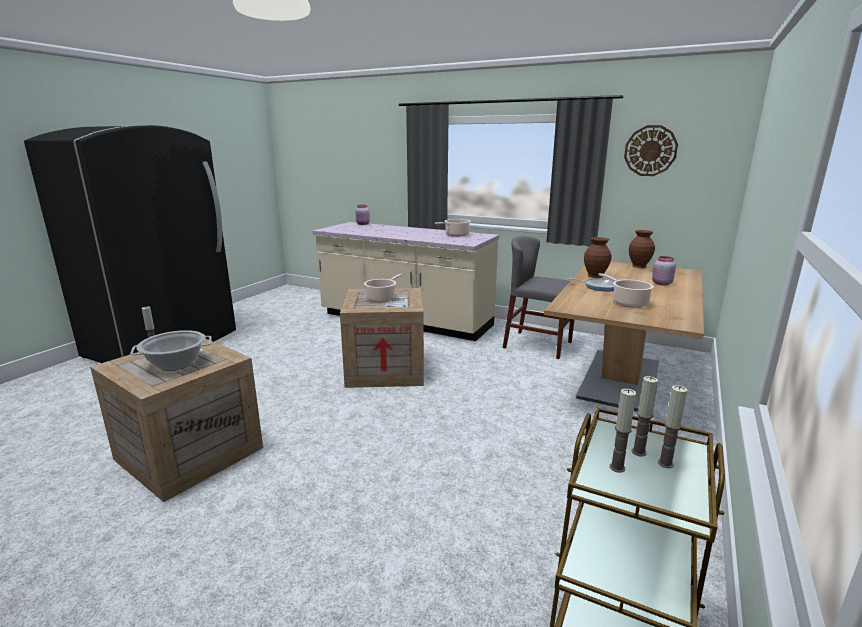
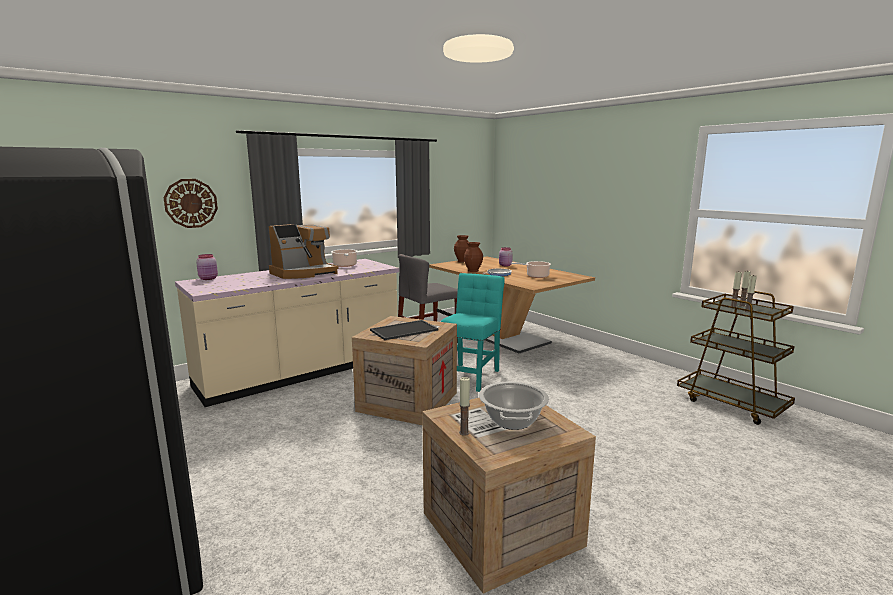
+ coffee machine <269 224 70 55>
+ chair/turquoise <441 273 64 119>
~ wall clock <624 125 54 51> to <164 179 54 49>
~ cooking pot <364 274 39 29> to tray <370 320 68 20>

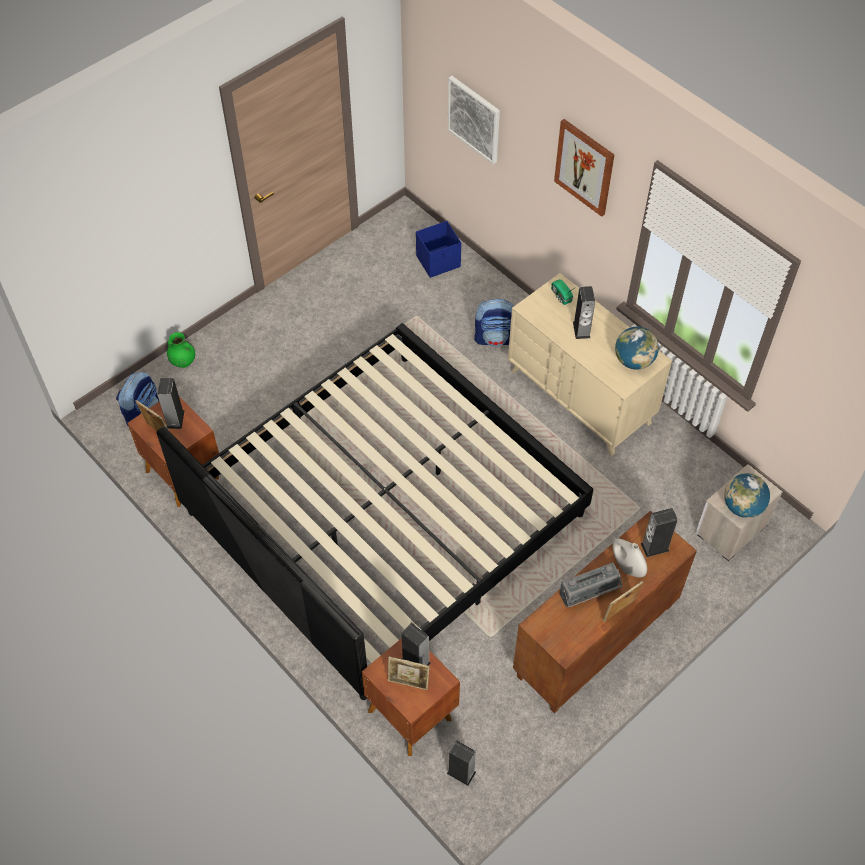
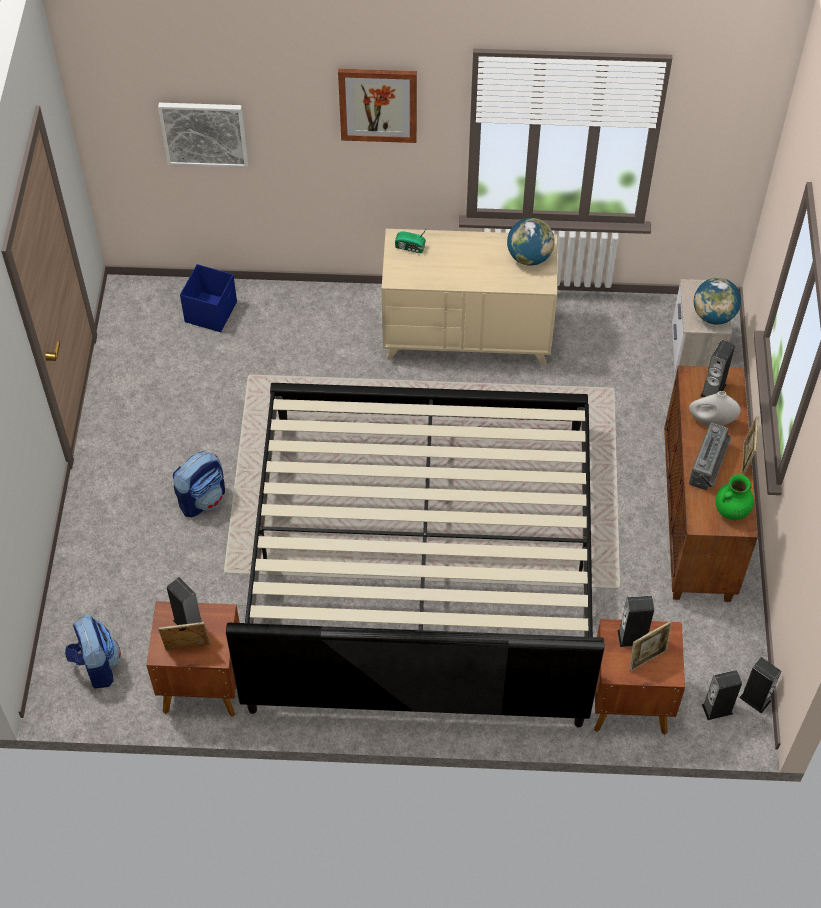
~ vase/green <167 332 28 36> to <715 474 39 46>
~ backpack <474 299 40 48> to <173 452 52 65>
~ speaker <573 286 22 53> to <739 657 42 57>

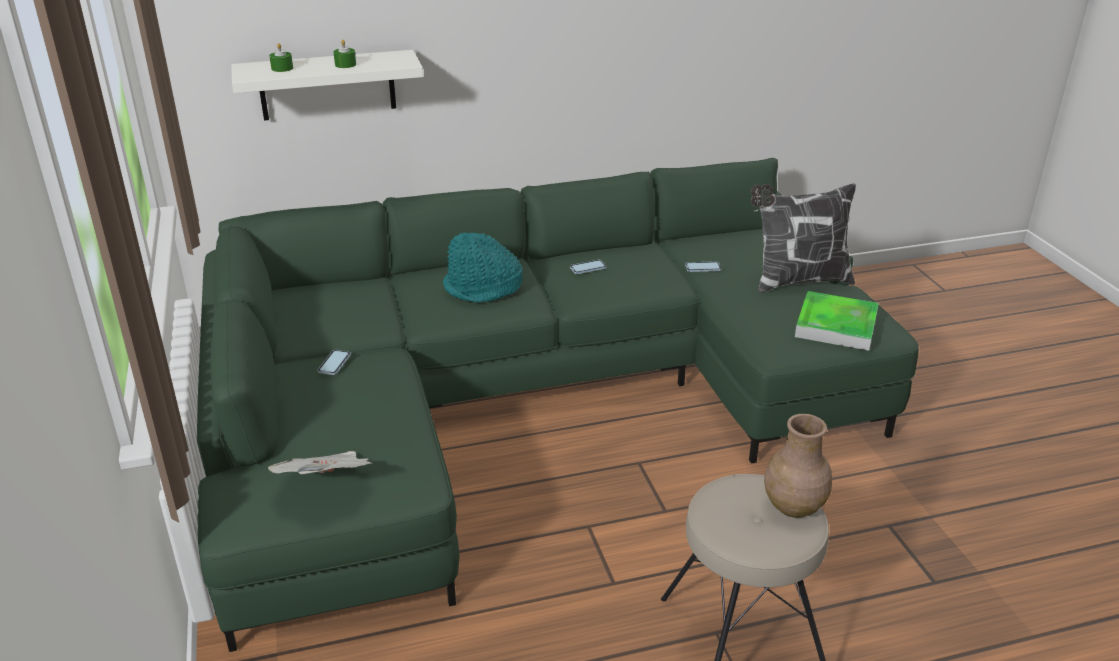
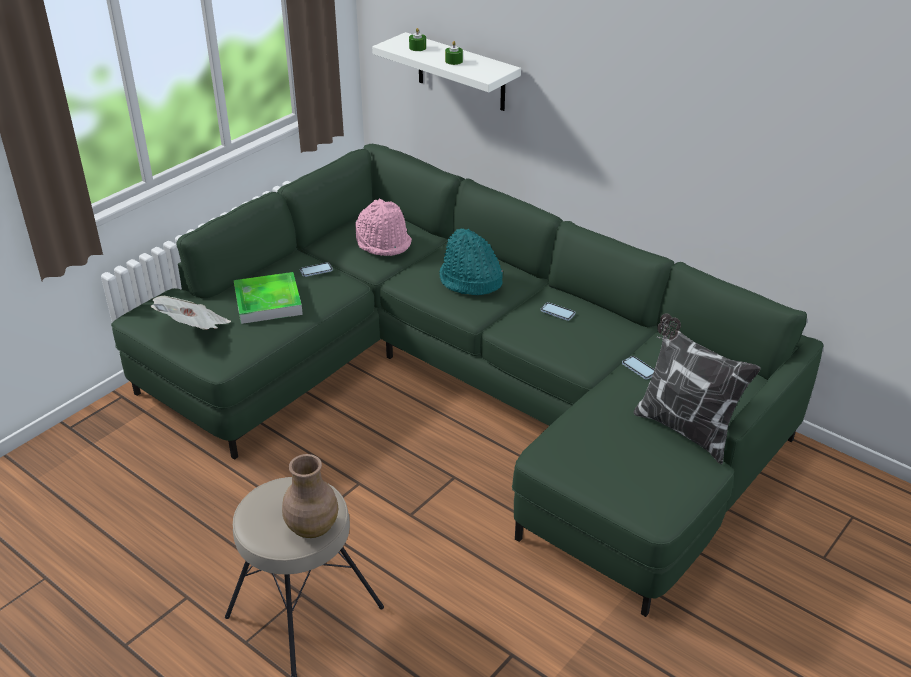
+ hat/pink <355 199 57 57>
~ tray <795 291 84 60> to <234 272 69 52>

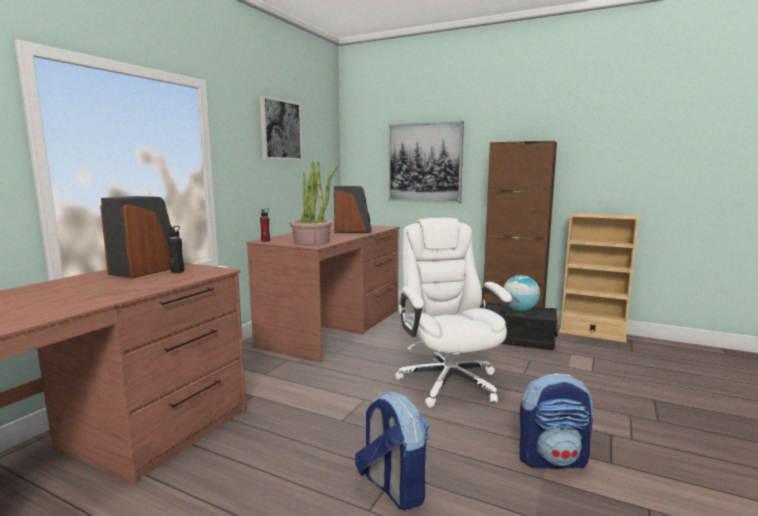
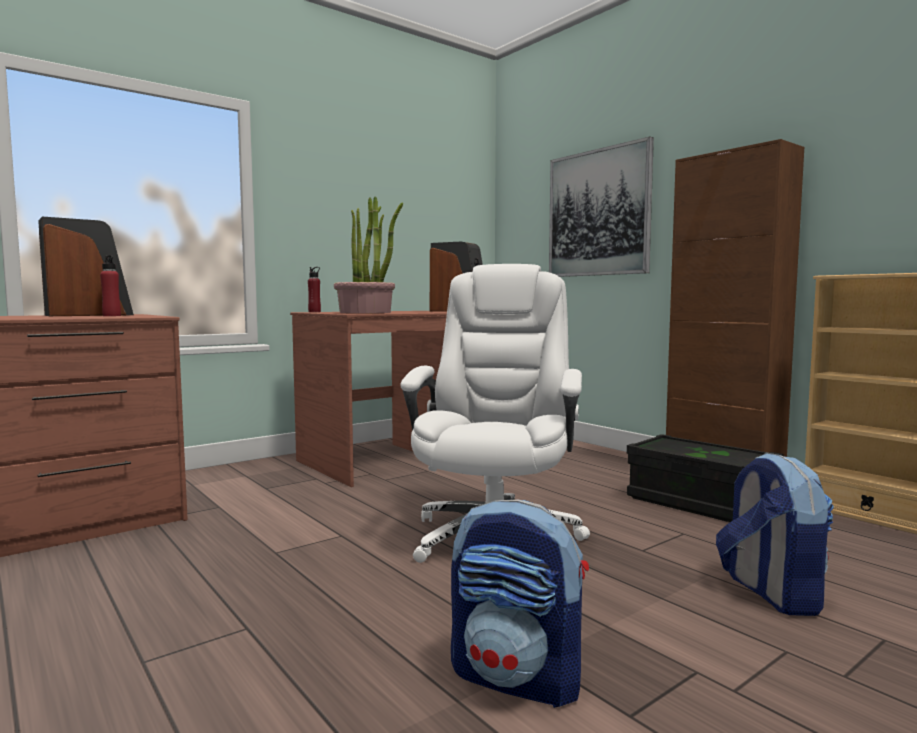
- picture <260 95 42 65>
- globe <503 275 37 36>
~ backpack <355 392 74 118> to <716 452 118 164>
~ bottle/black <168 226 16 47> to bottle/red <100 255 21 61>

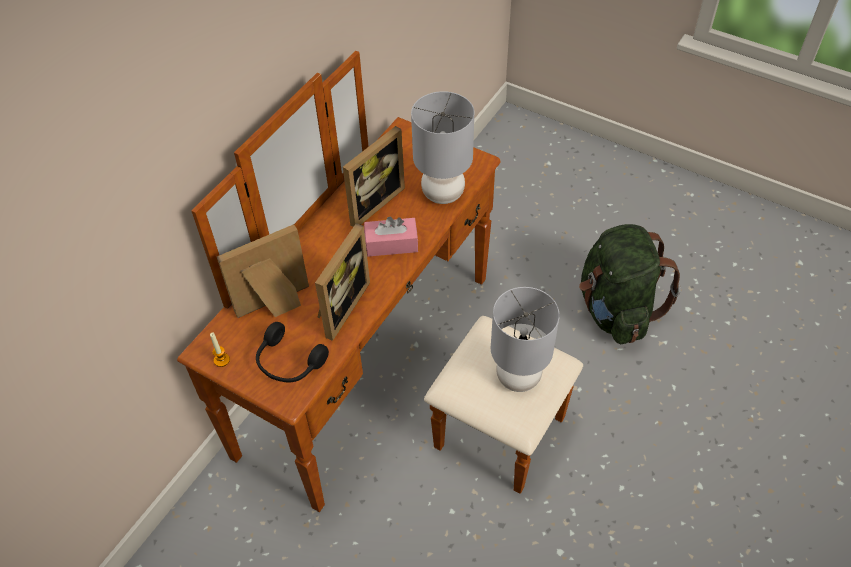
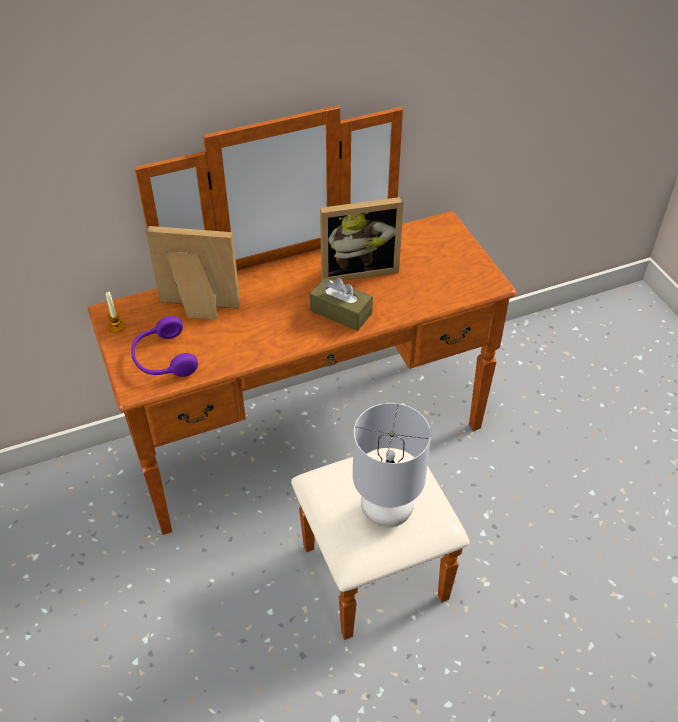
- picture frame <315 223 55 118>
- table lamp/grey <411 91 63 113>
- backpack/green <579 224 102 120>
~ headphones/black <256 322 73 60> to headphones/purple <131 316 67 61>
~ tissue box/pink <364 216 54 41> to tissue box/brown <310 277 63 54>

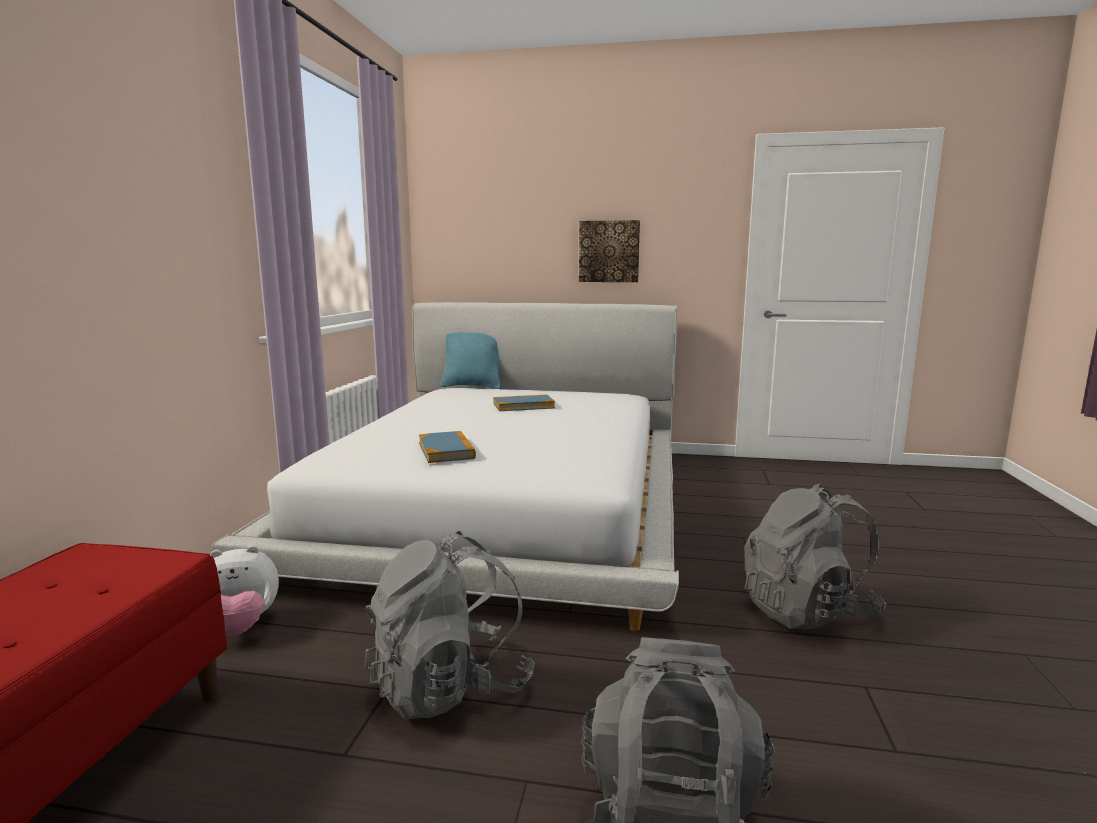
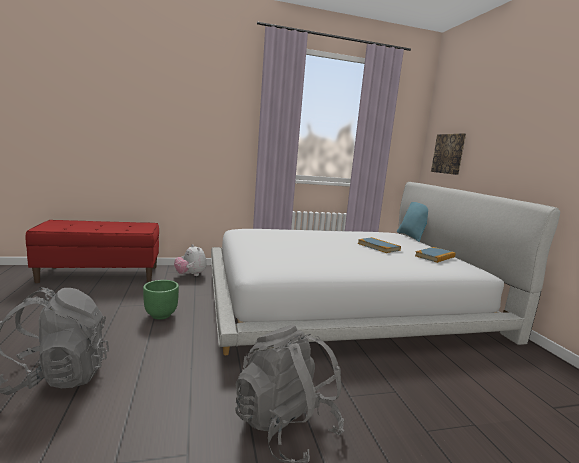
~ book <419 431 57 32> to <415 247 41 16>
~ picture <579 220 61 62> to <431 133 35 42>
~ backpack/grey <365 531 170 188> to planter/green <143 280 36 40>

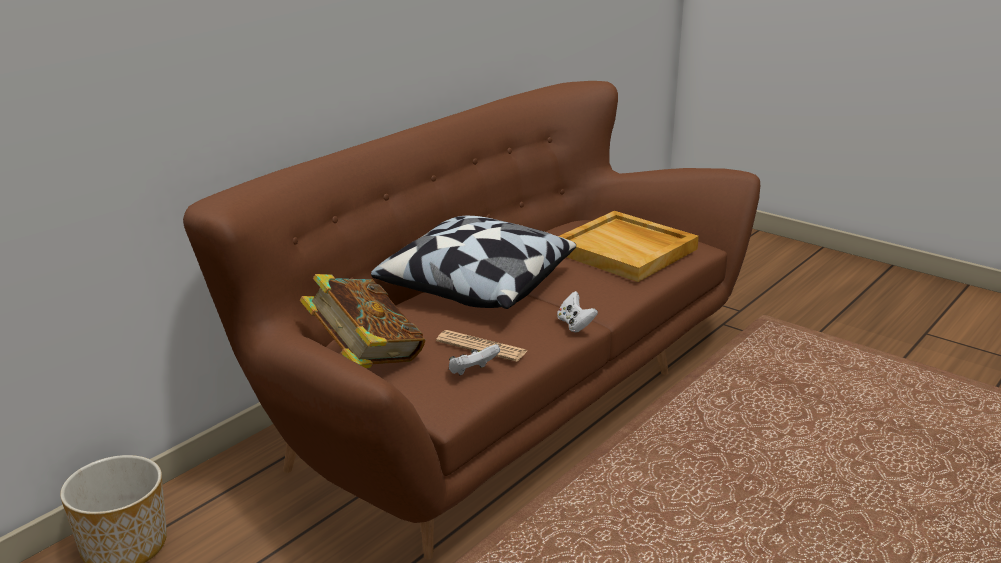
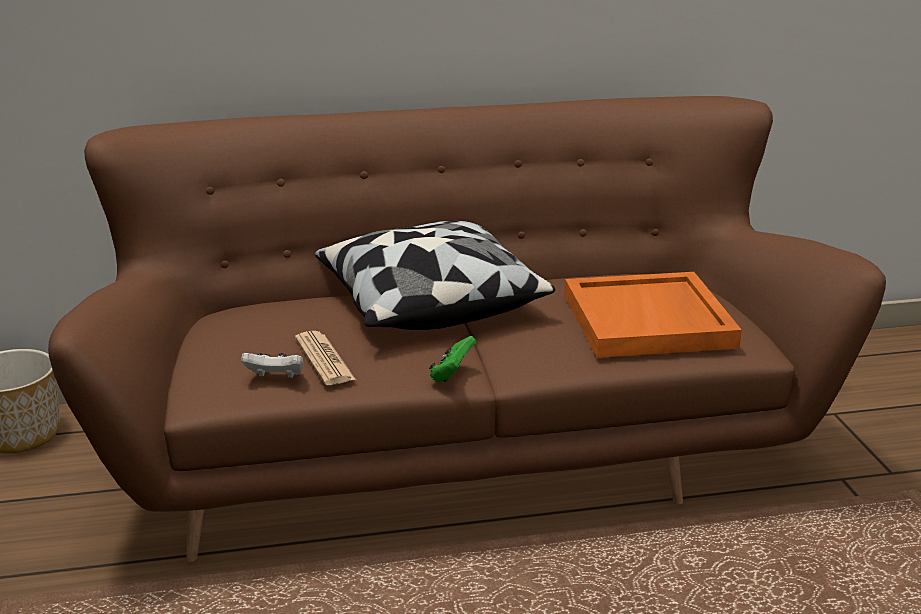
- book <300 274 125 94>
~ game controller/white <557 291 41 42> to game controller/green <429 336 47 46>
~ tray/beige <558 211 141 71> to tray/orange <564 272 178 86>

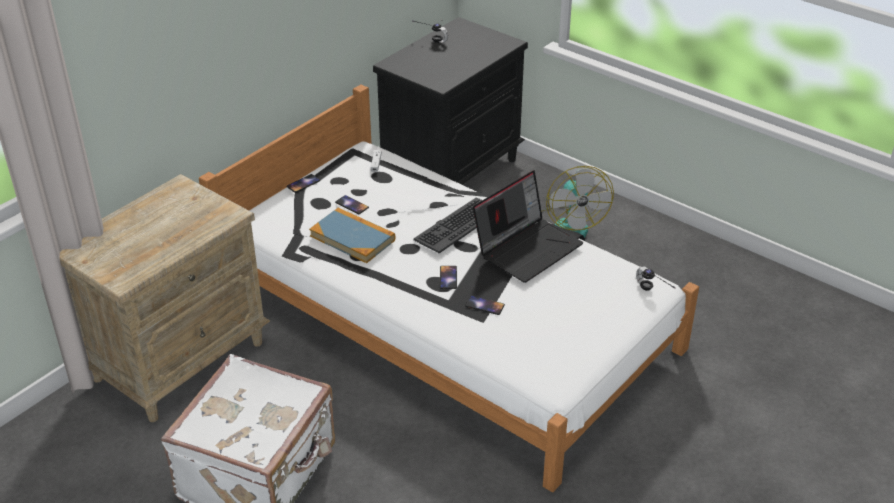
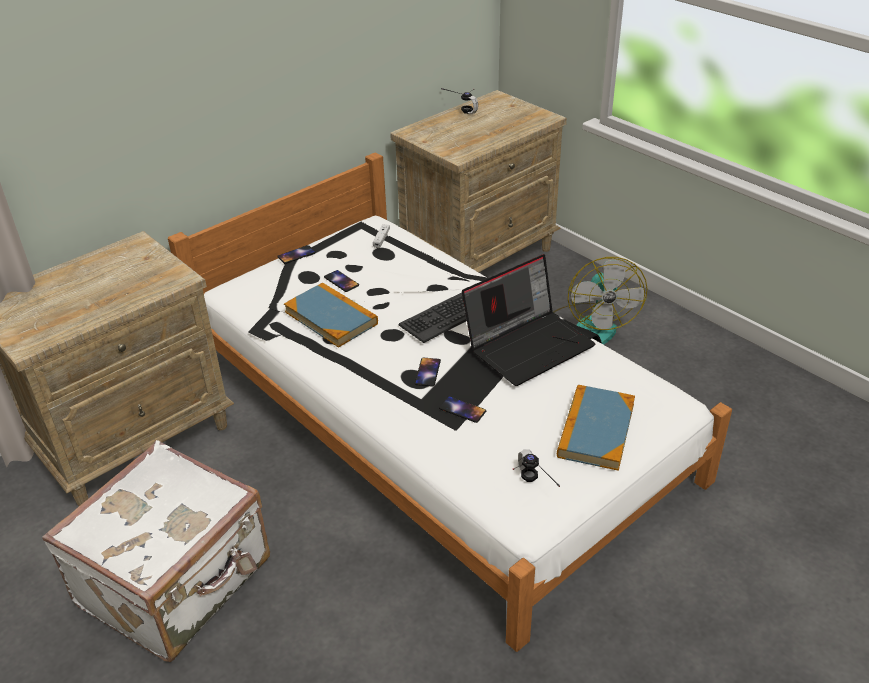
+ book <557 385 78 86>
~ headphones <636 267 40 24> to <512 449 48 38>
~ nightstand/black <373 17 155 168> to nightstand/beige <390 90 177 182>

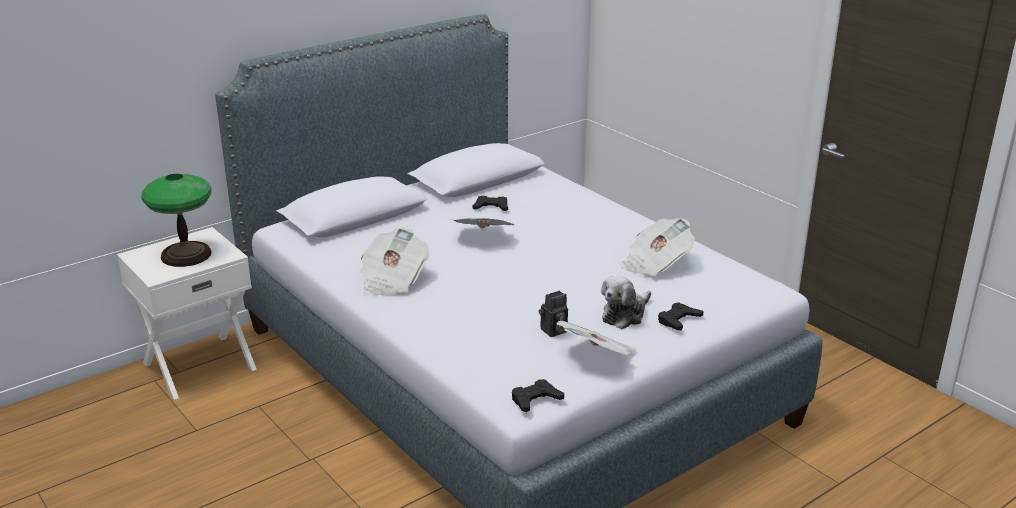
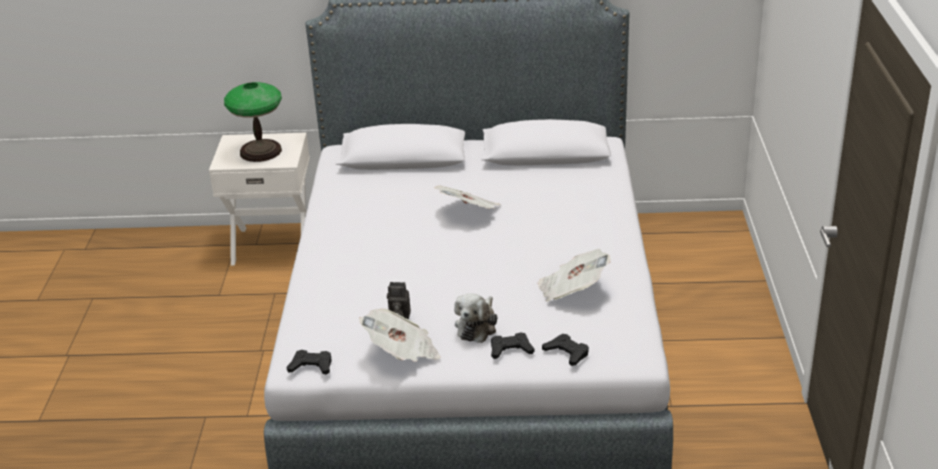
- newspaper <360 228 69 68>
~ game controller/black <472 196 36 15> to <542 334 47 32>
~ plush toy <601 276 50 53> = <454 293 44 50> 60 degrees counterclockwise

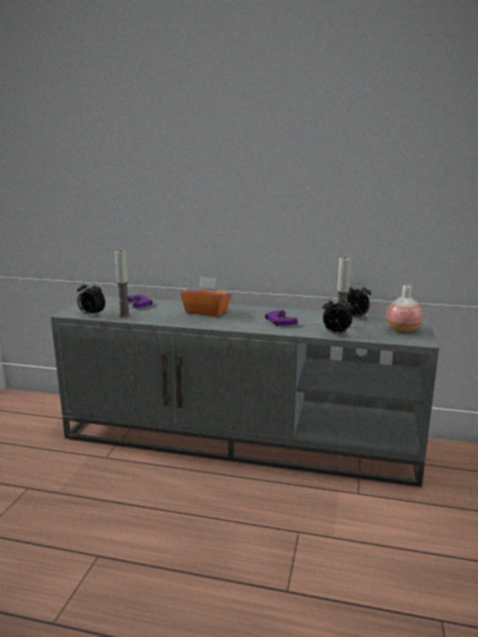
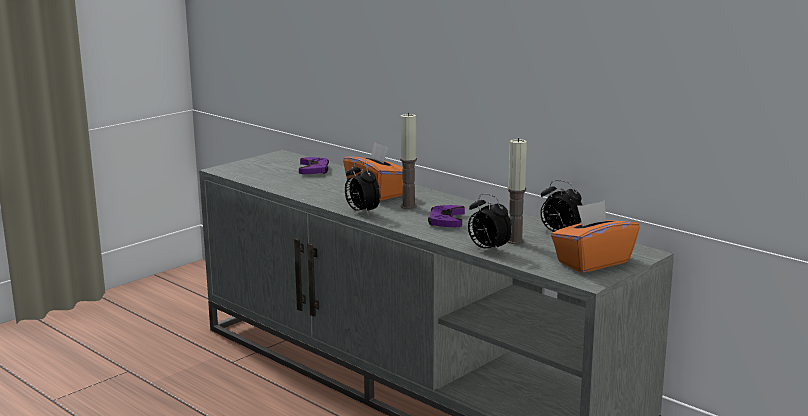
~ alarm clock <77 280 28 36> to <345 161 35 55>
~ candle <115 250 15 67> to <400 113 17 96>
~ vase <386 285 37 48> to tissue box/orange <551 201 89 72>

